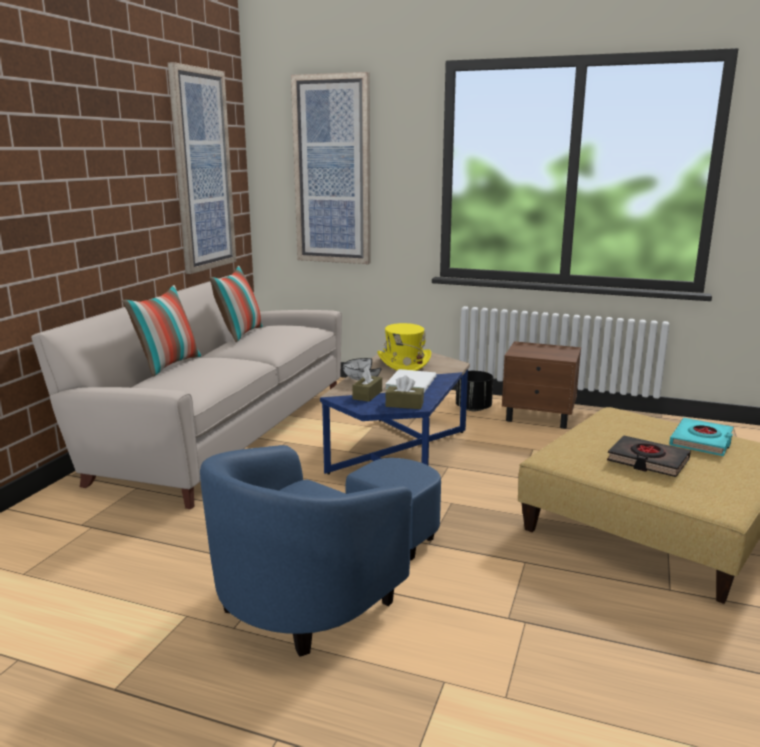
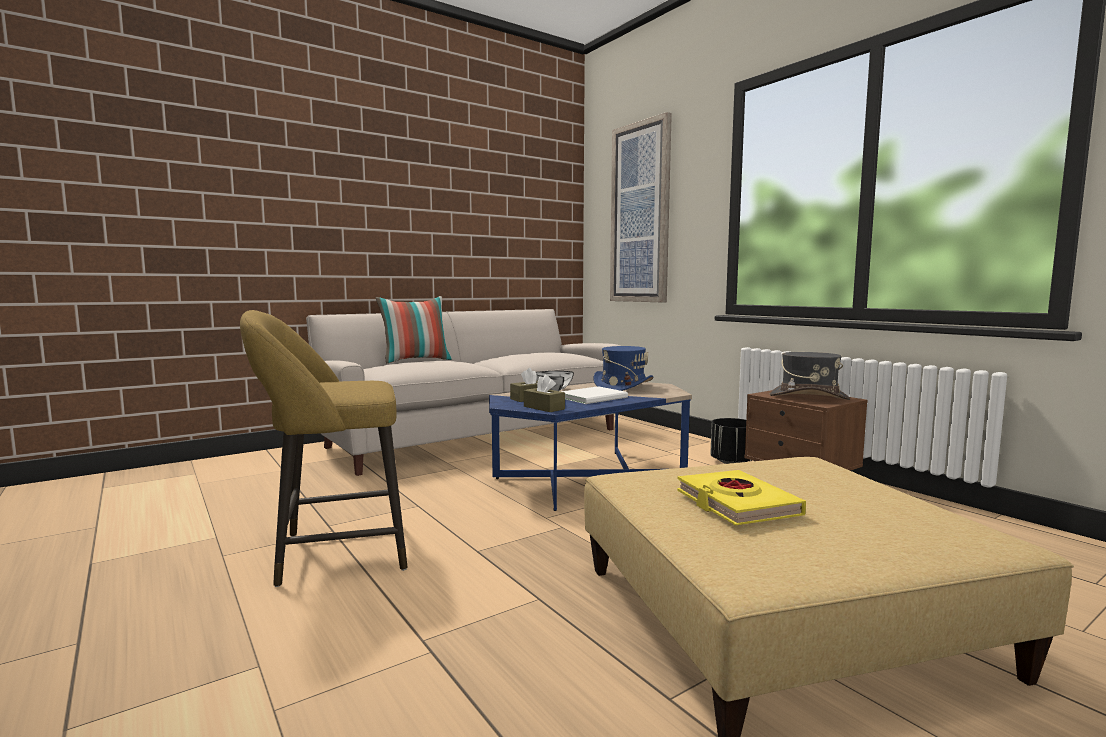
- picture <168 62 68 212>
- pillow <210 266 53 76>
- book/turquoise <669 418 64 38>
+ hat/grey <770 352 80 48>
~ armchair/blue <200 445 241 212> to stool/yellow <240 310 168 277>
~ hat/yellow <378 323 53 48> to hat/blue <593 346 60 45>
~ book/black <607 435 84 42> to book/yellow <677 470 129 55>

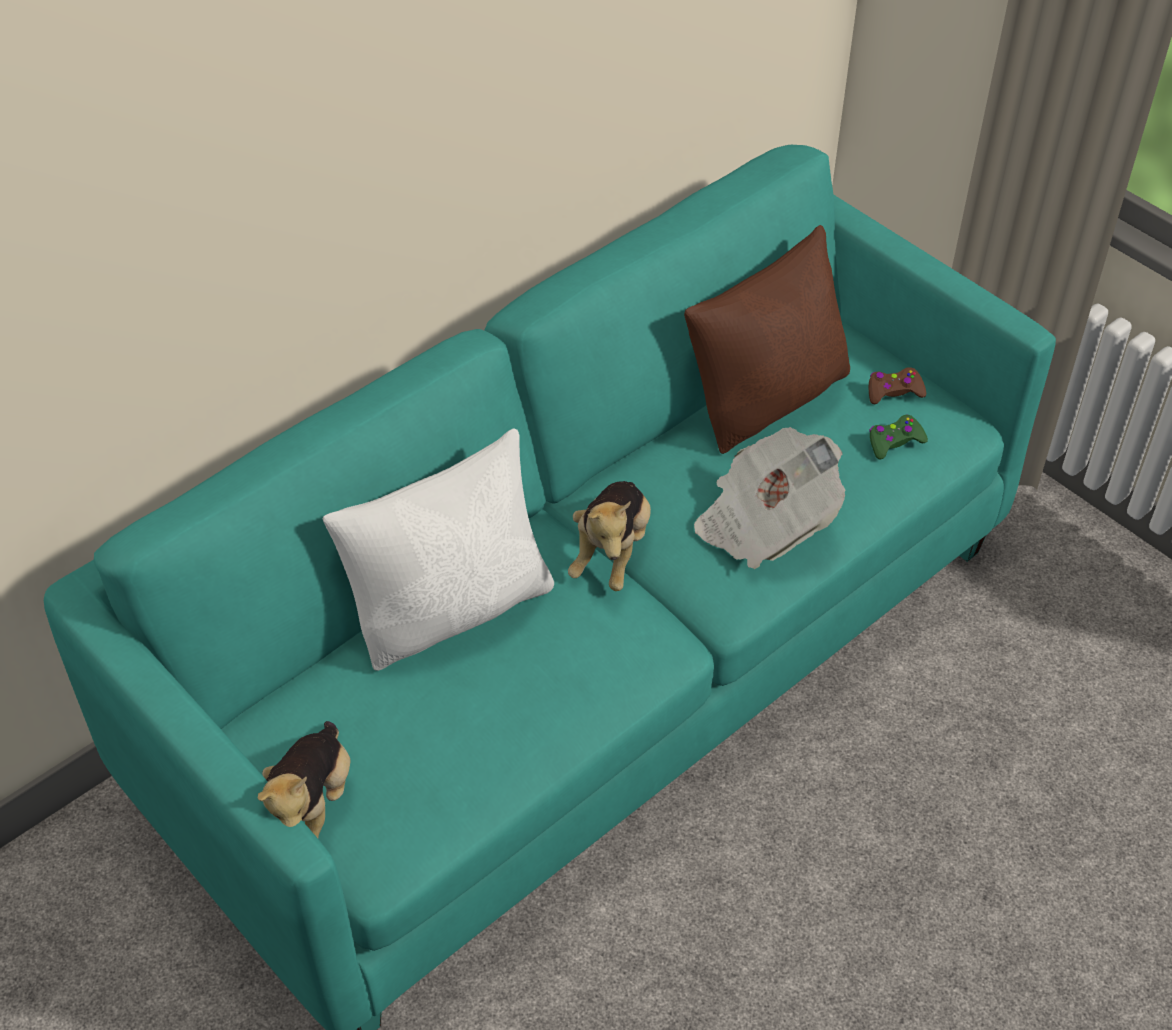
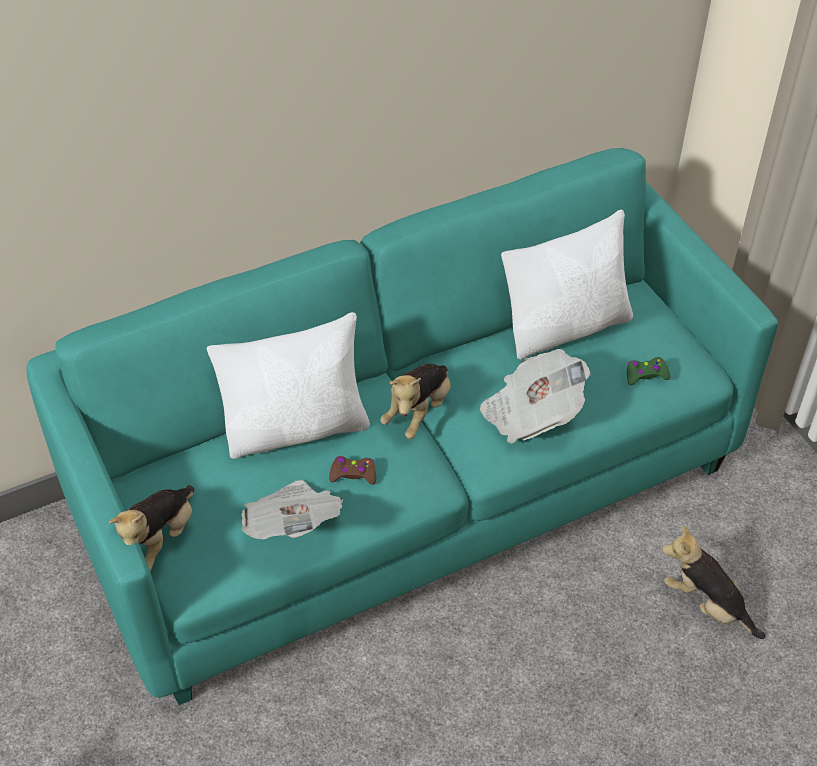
+ newspaper <242 480 101 60>
+ plush toy <662 525 103 114>
~ game controller/brown <868 367 58 37> to <329 456 47 29>
~ pillow/brown <684 225 166 229> to pillow/white <501 209 132 151>

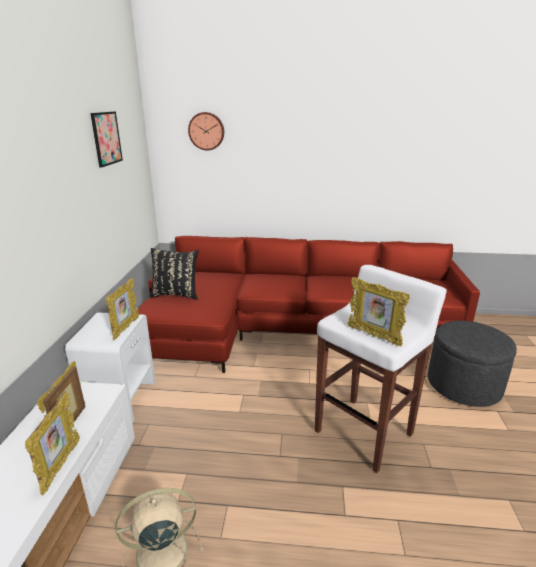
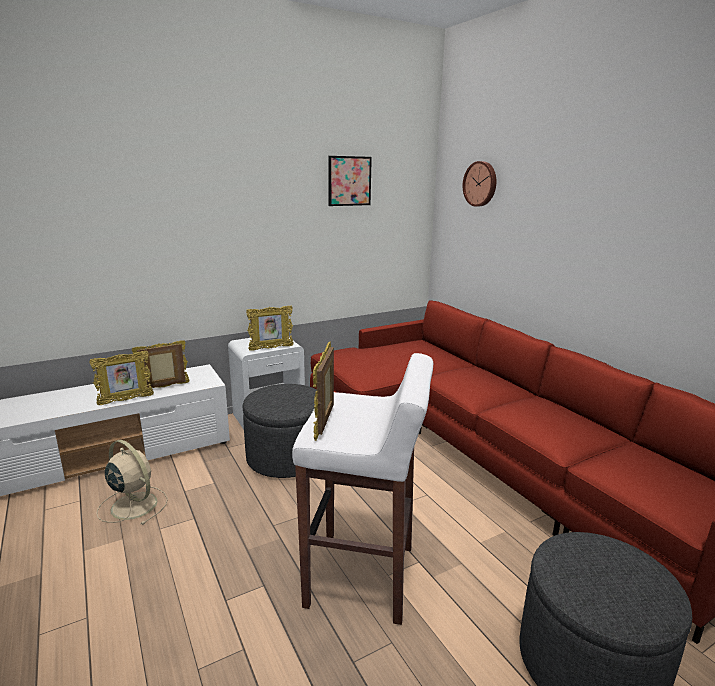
- pillow/black <149 248 50 52>
+ ottoman/grey <243 384 74 94>

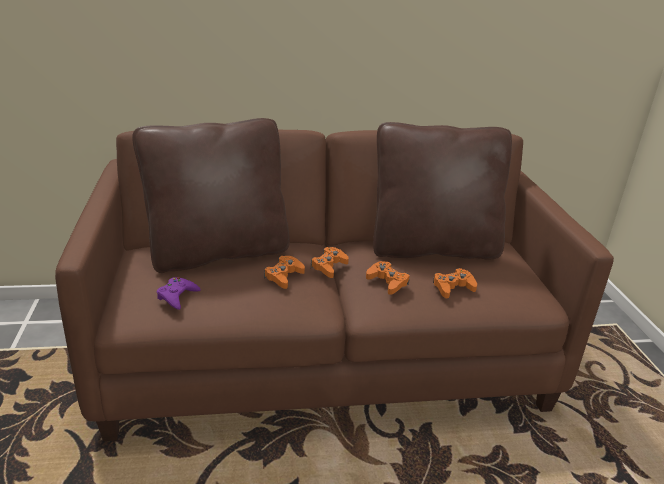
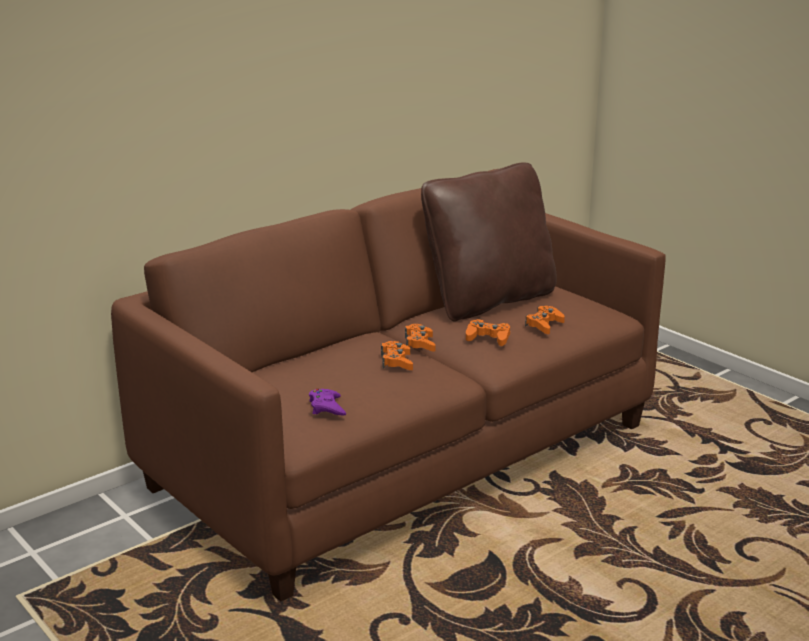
- pillow/brown <132 118 158 155>

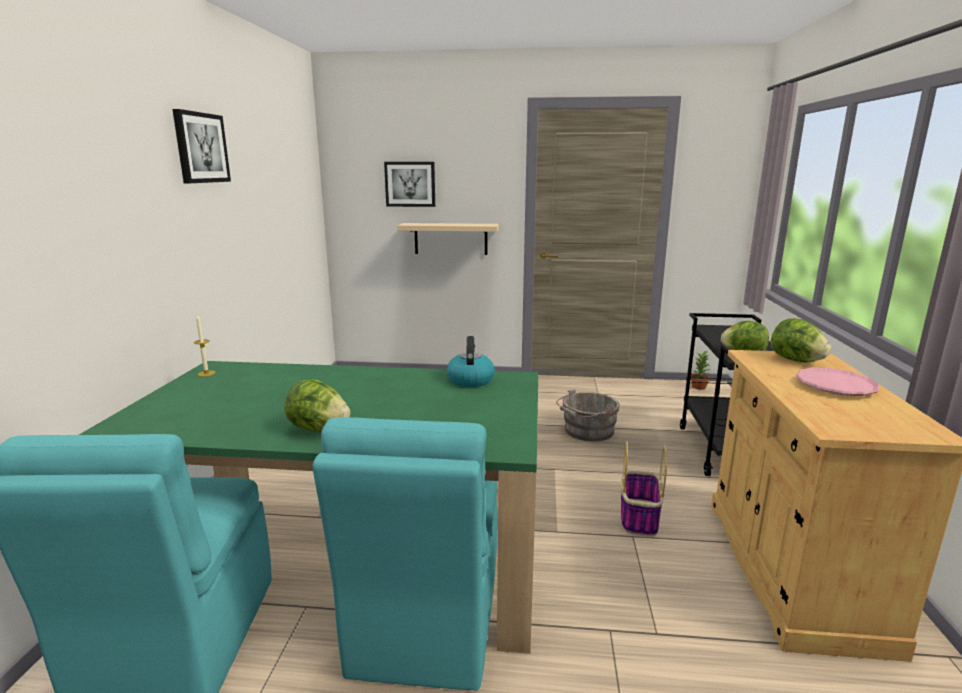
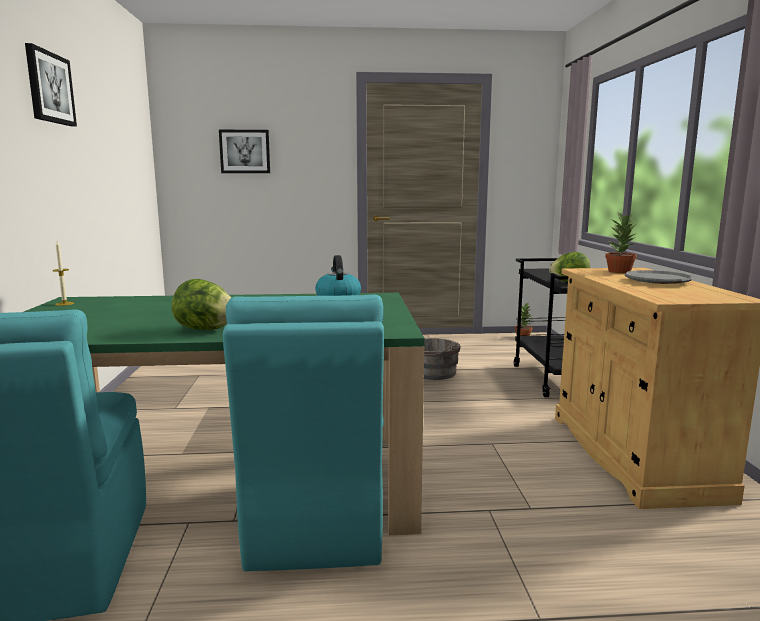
- shelf/beige <397 223 102 32>
- basket <621 441 46 96>
~ lettuce <771 318 60 45> to potted plant <605 211 32 62>
~ plate/pink <796 367 84 29> to plate/grey <625 270 67 14>

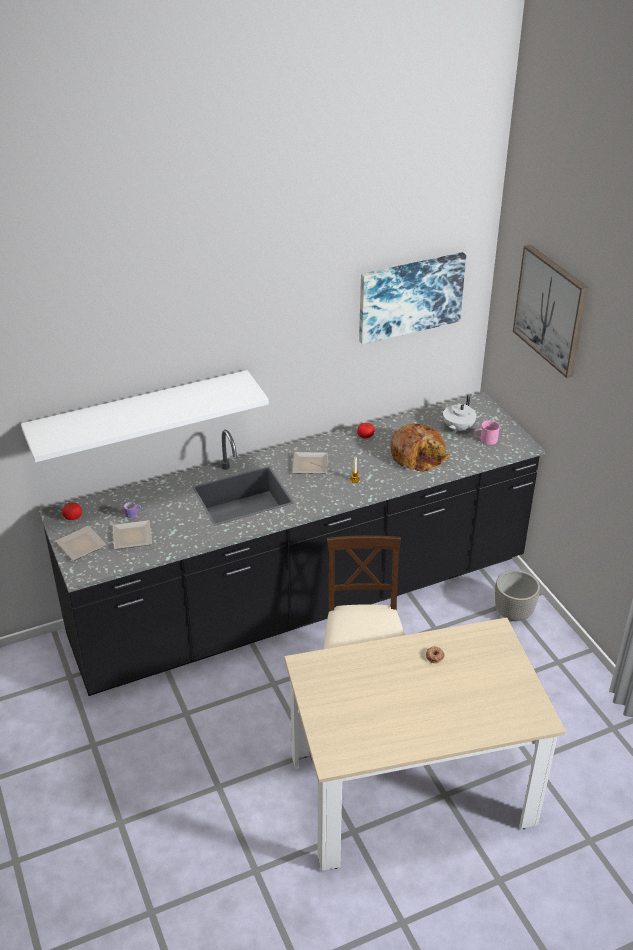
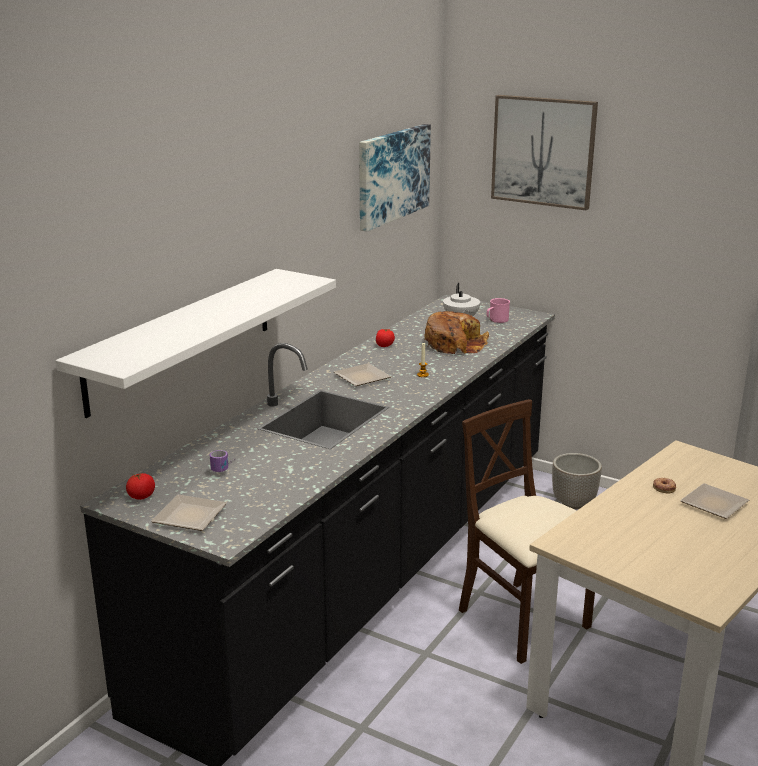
~ plate <113 520 39 29> to <680 483 69 36>

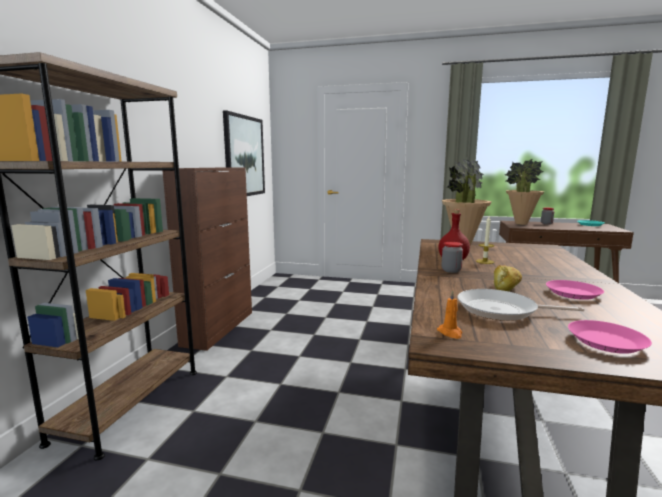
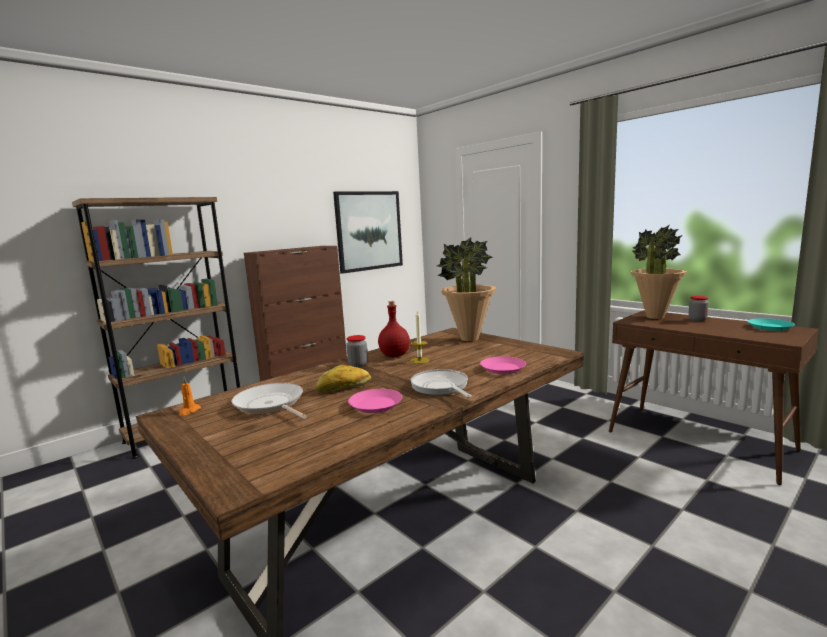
+ frying pan <410 369 62 29>
~ plate/pink <568 320 84 34> to <480 356 46 18>

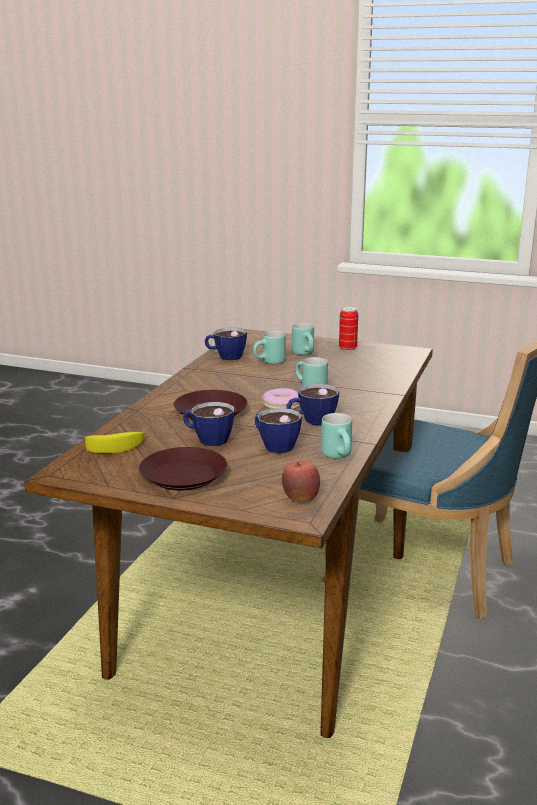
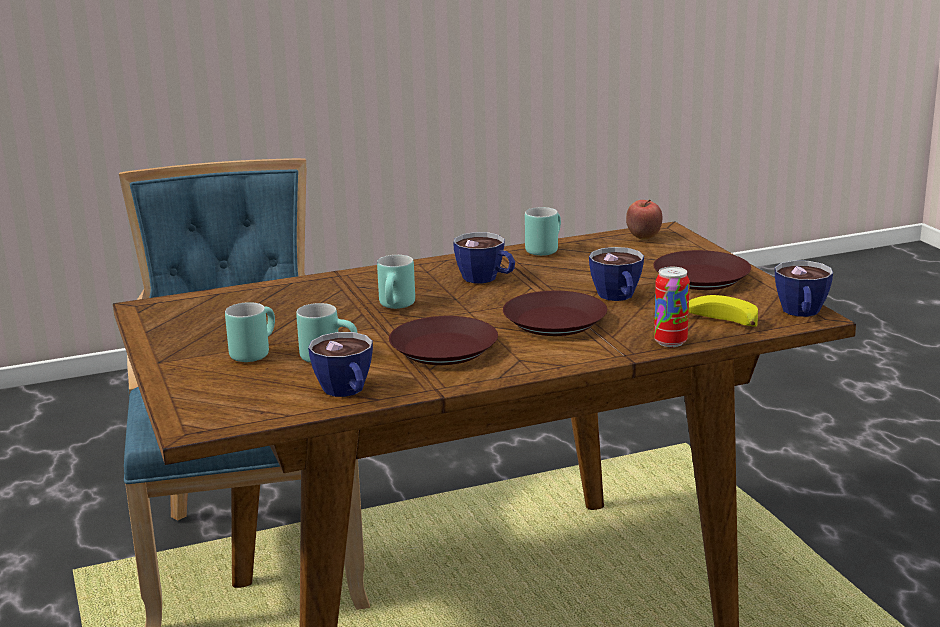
- donut <262 388 38 22>
+ plate/brown <389 316 109 49>
~ cup <255 408 47 45> to <775 260 58 57>
~ can <339 306 19 45> to <654 267 36 80>

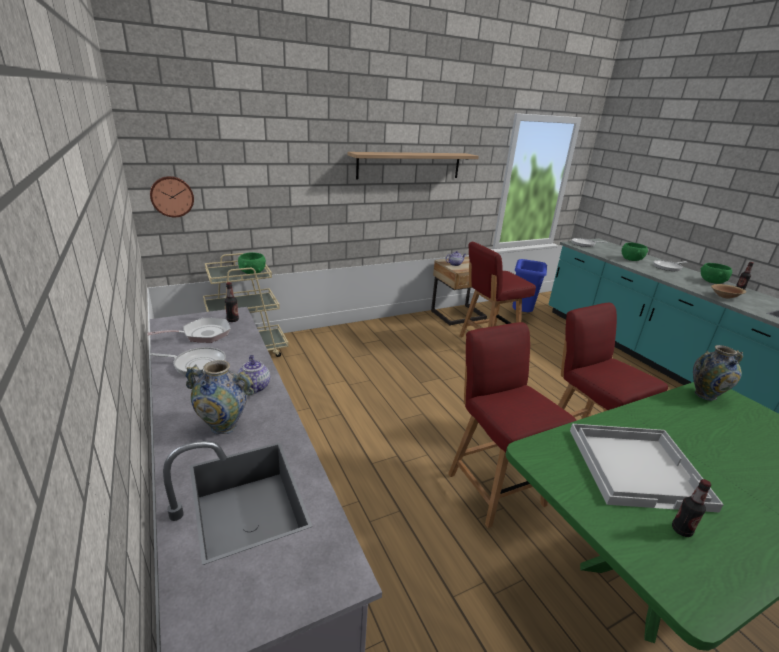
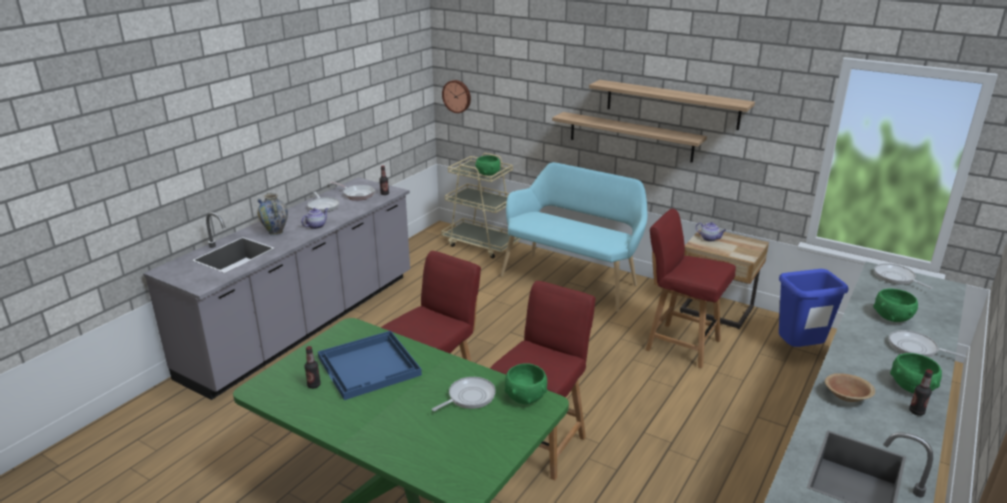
+ frying pan <432 377 64 34>
+ bench/turquoise <501 162 147 150>
+ shelf <552 112 155 51>
~ vase <693 345 50 56> to bowl/green <505 363 42 41>
~ tray/white <570 424 154 88> to tray/blue <318 331 104 69>

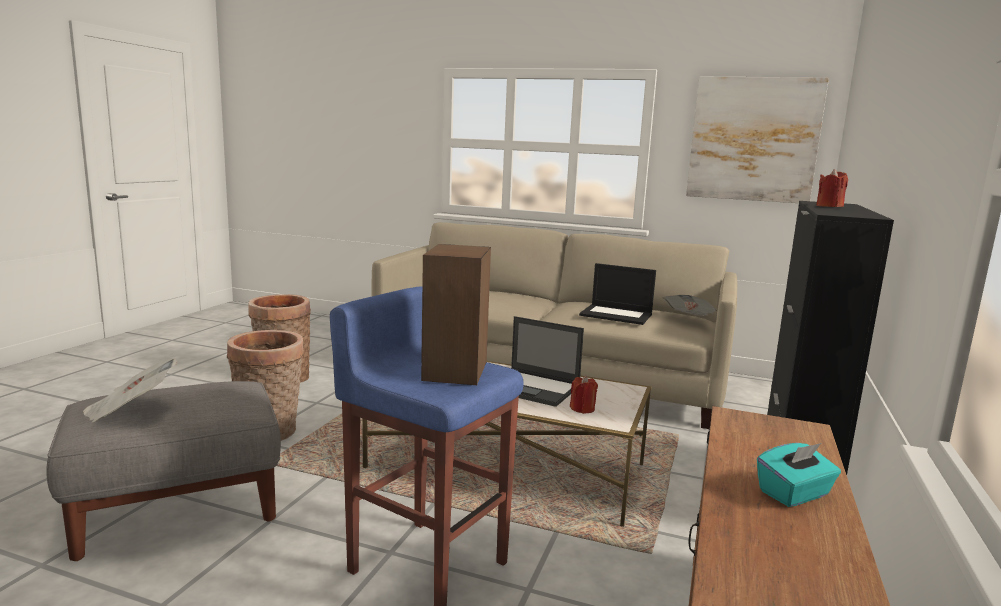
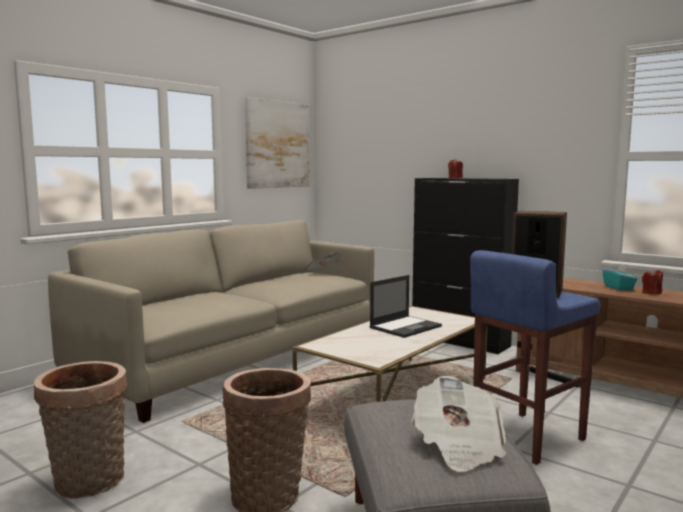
- laptop <579 263 77 62>
~ candle/red <570 376 28 38> to <642 269 21 25>

